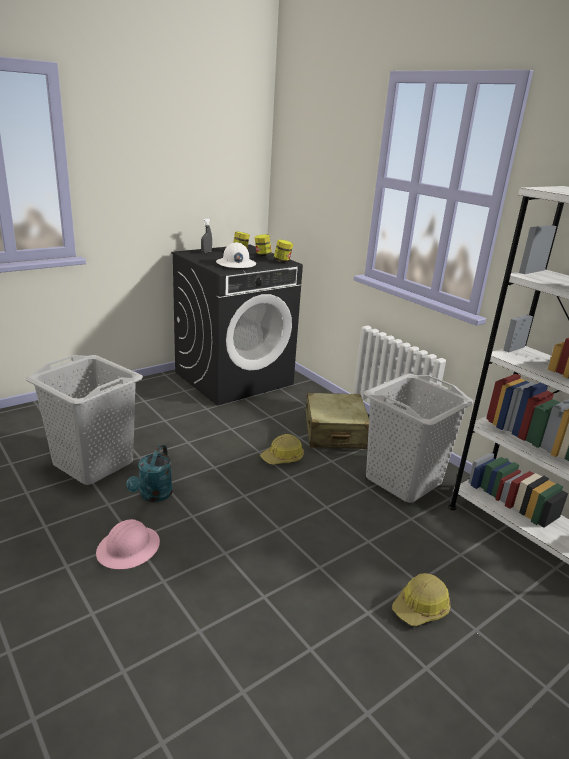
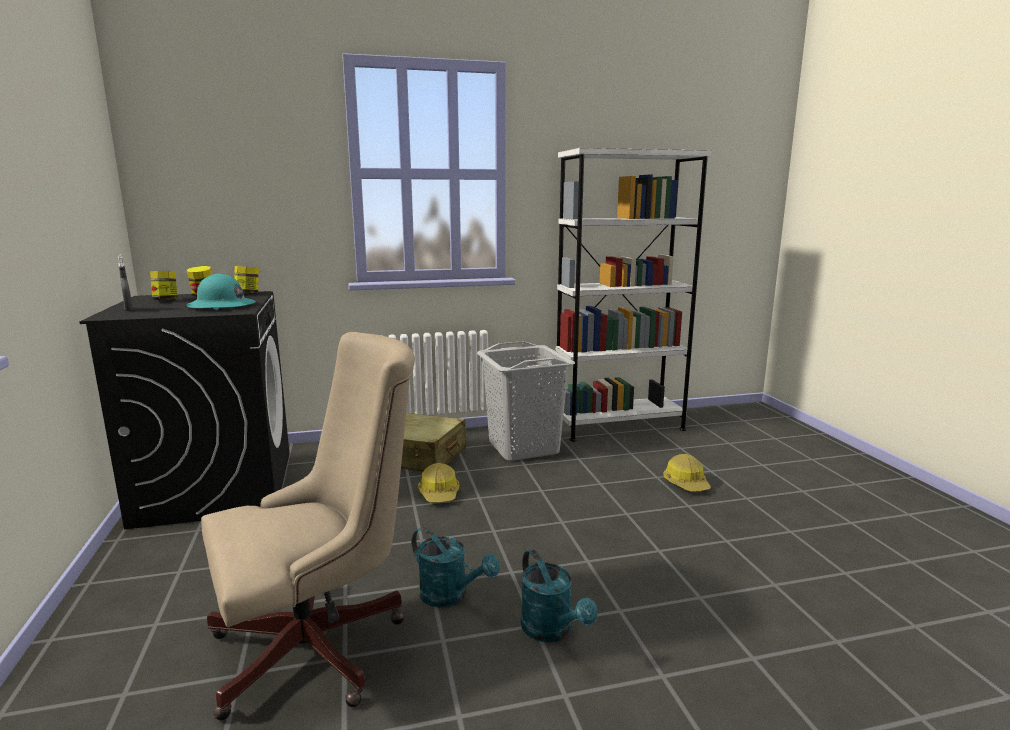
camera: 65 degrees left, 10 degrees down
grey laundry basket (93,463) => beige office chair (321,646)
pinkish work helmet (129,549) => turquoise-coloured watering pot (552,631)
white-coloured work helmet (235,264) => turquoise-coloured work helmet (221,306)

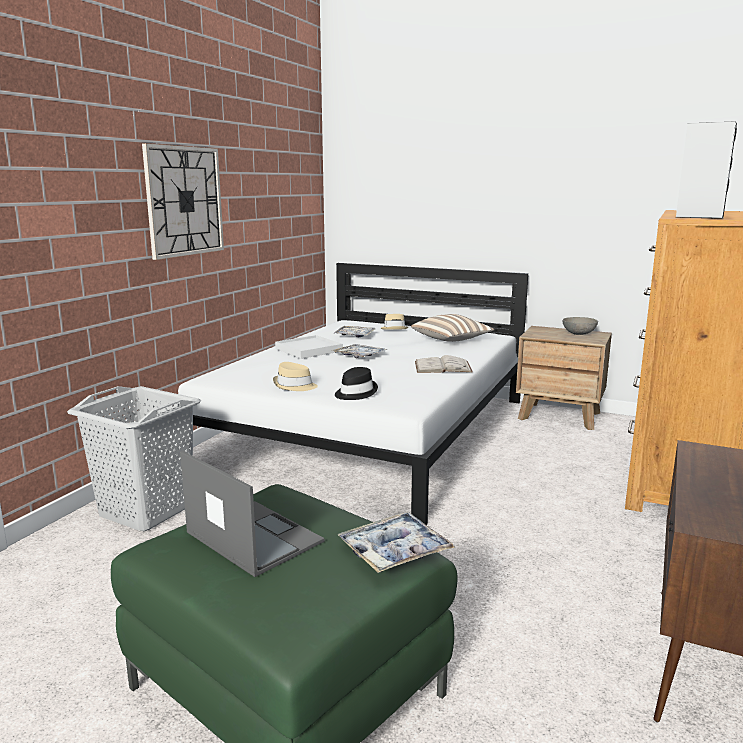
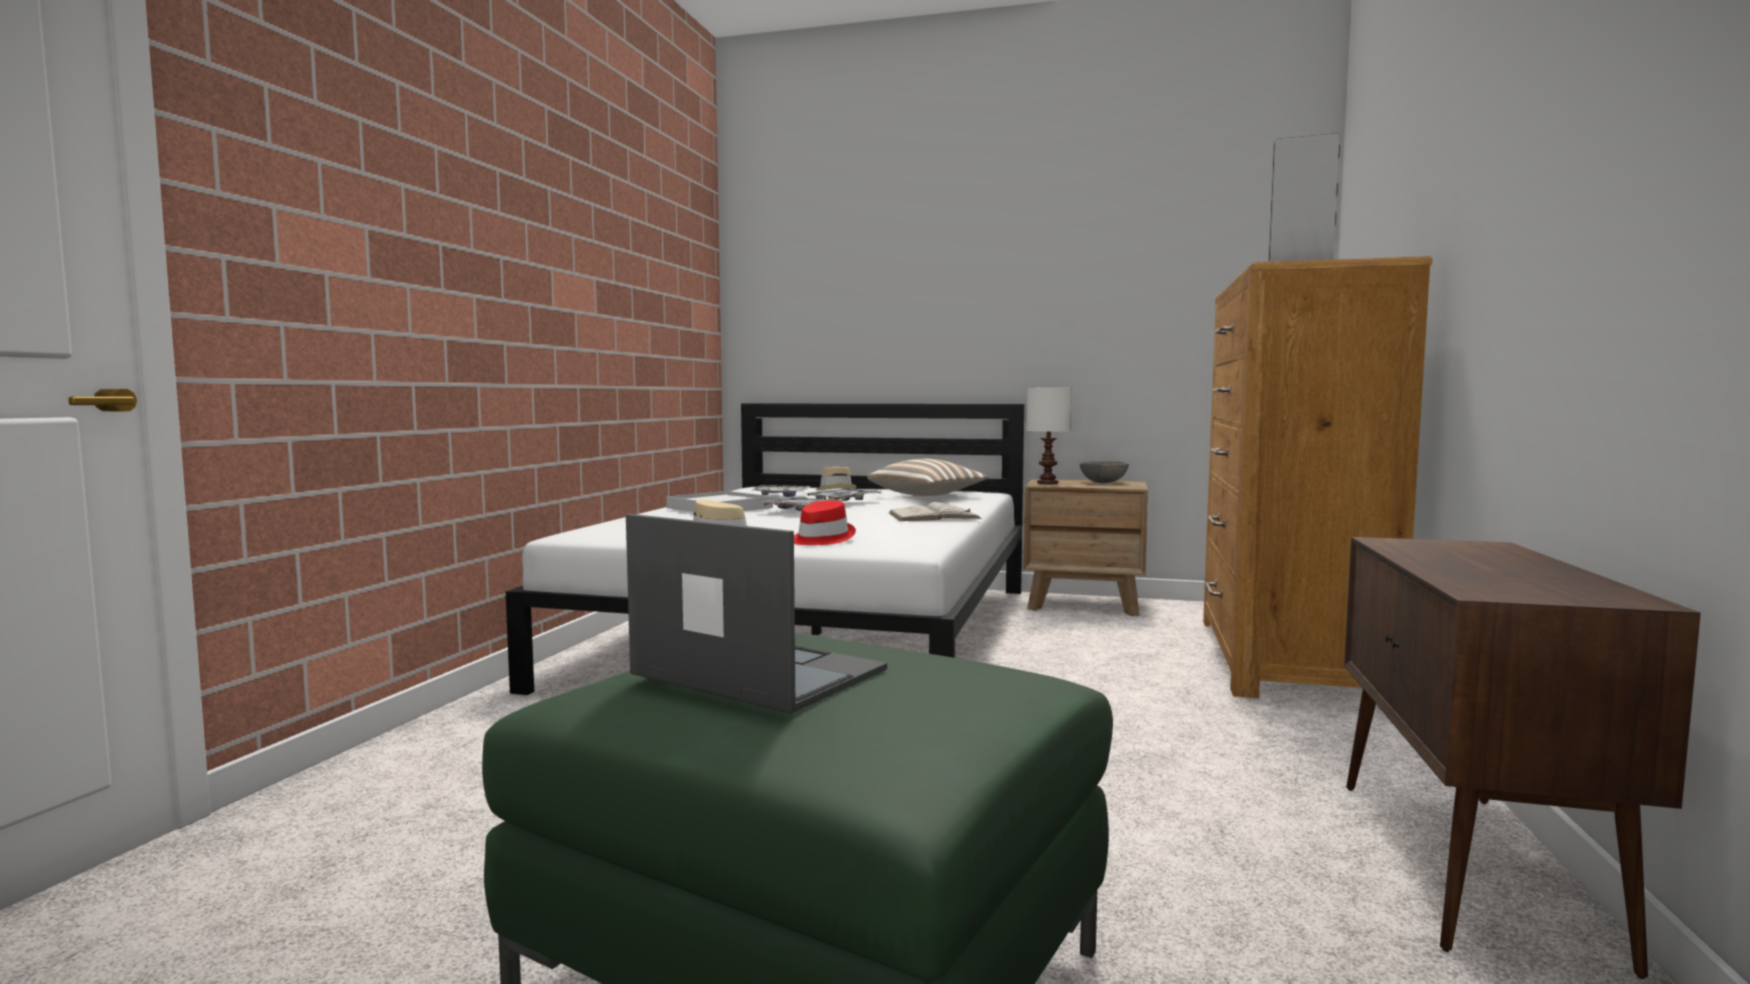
camera: 10 degrees left, 10 degrees down
grey laundry basket (146,510) => nothing
wall clock (184,201) => nothing
black clothing hat (355,393) => reddish clothing hat (820,539)
tray (394,551) => tray (843,501), shifted
nothing => white-coloured table lamp (1048,483)

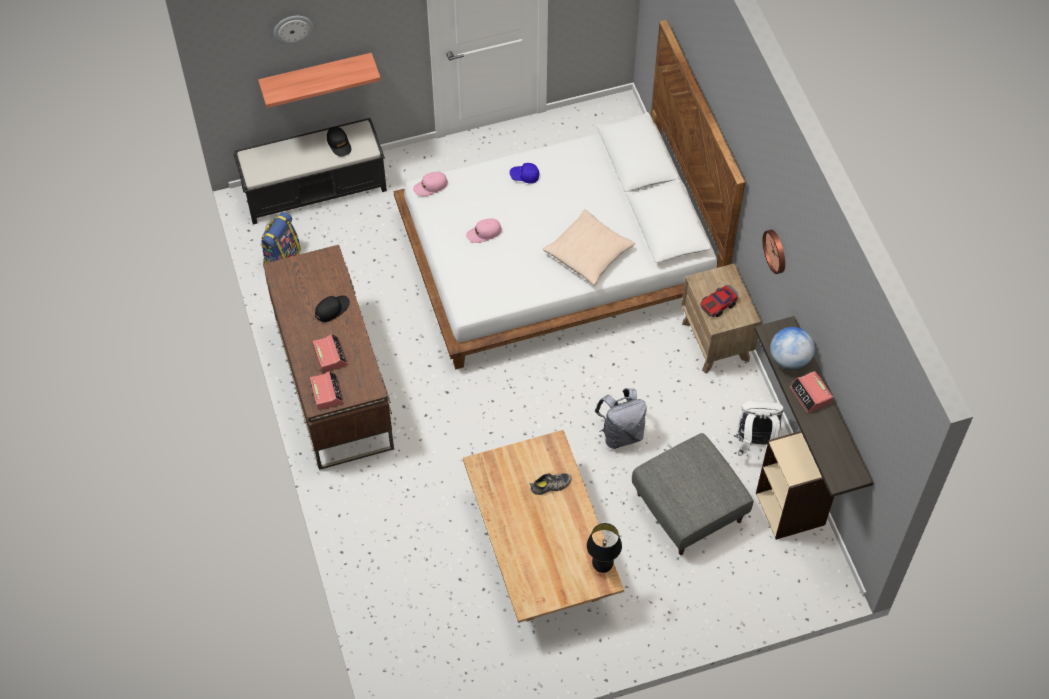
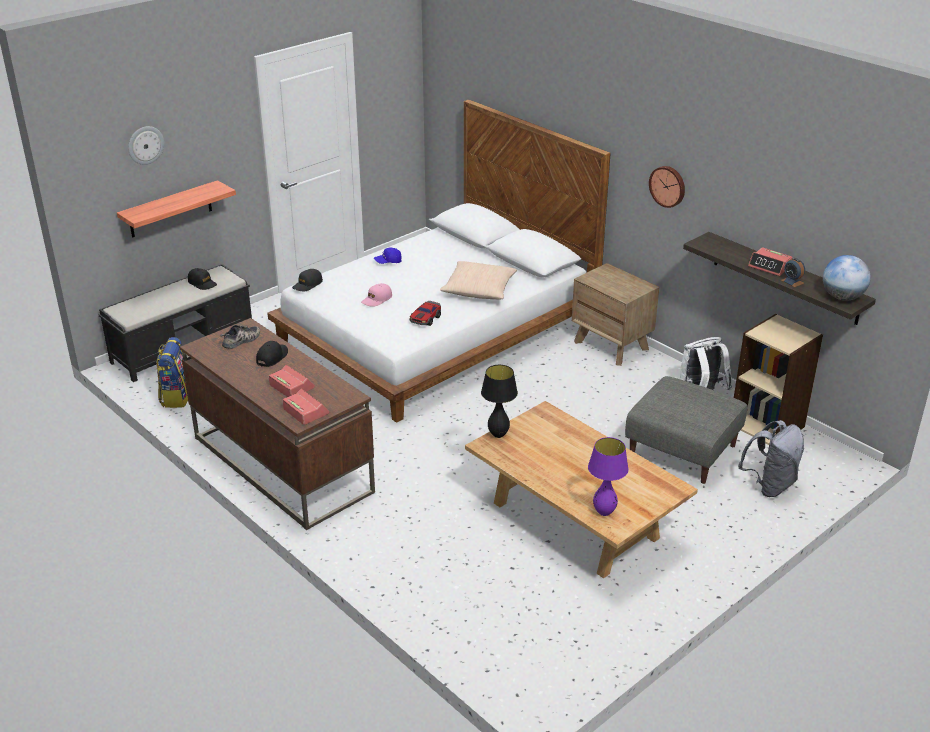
camera: 25 degrees left, 25 degrees down
pinkish baseball cap (430,186) => black baseball cap (307,284)
item of footwear (550,486) => item of footwear (242,341), shifted
black table lamp (602,567) => black table lamp (498,435), shifted
grey backpack (621,433) => grey backpack (769,485), shifted
toy car (718,304) => toy car (425,318), shifted
world globe (789,360) => world globe (842,297), shifted
nothing => purple-coloured table lamp (604,512)
nothing => bedside clock (792,281)

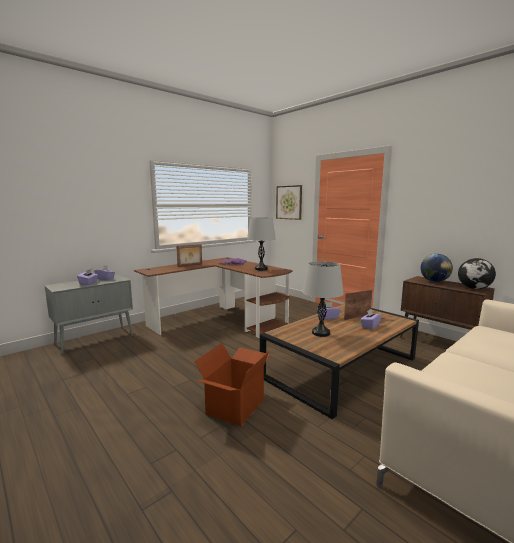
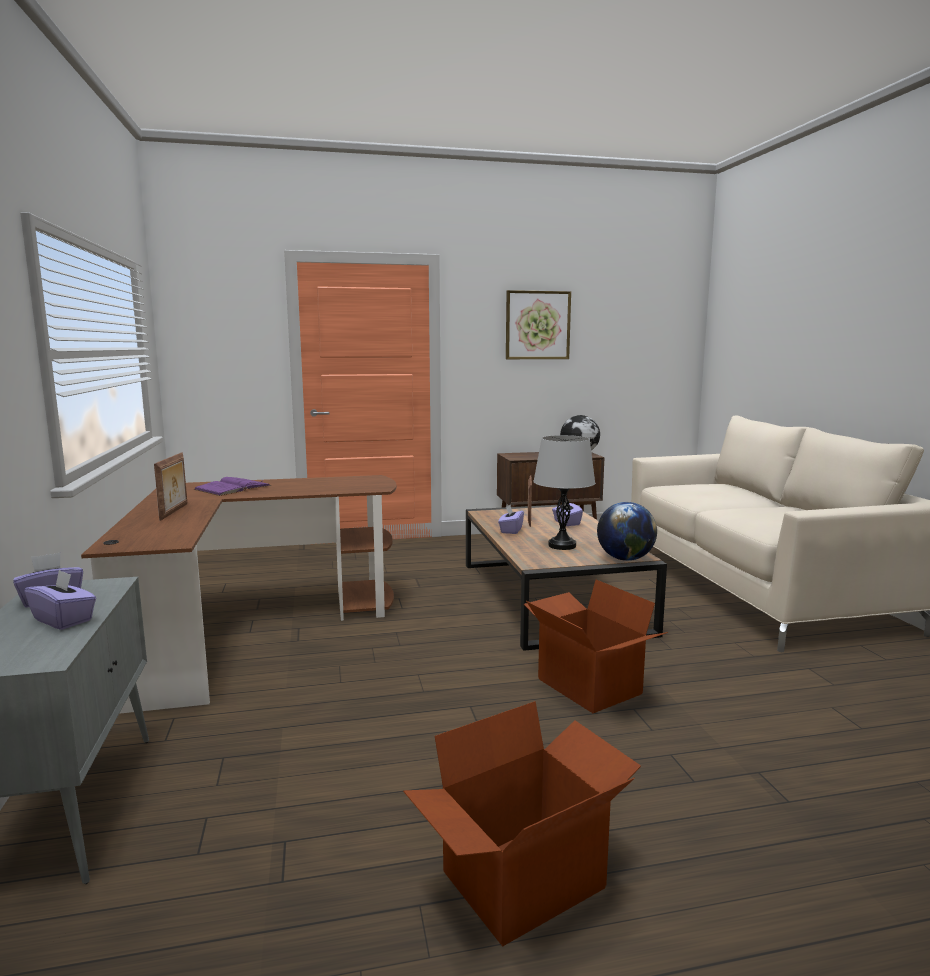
camera: 60 degrees left, 0 degrees up
grey table lamp (261,269) => nothing
wall picture (289,202) => wall picture (537,325), shifted
world globe (434,281) => world globe (625,559), shifted
nothing => packing box (525,882)

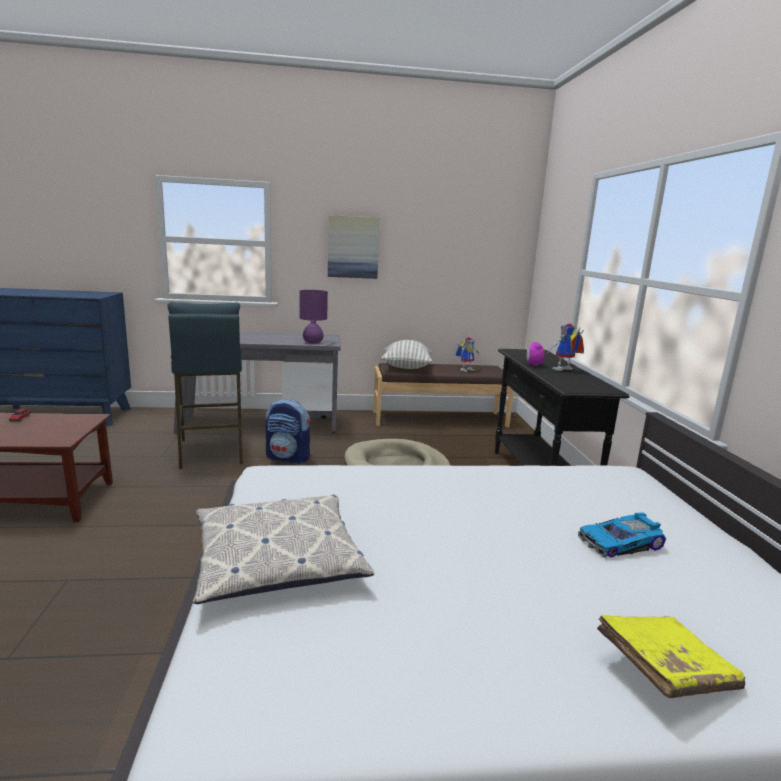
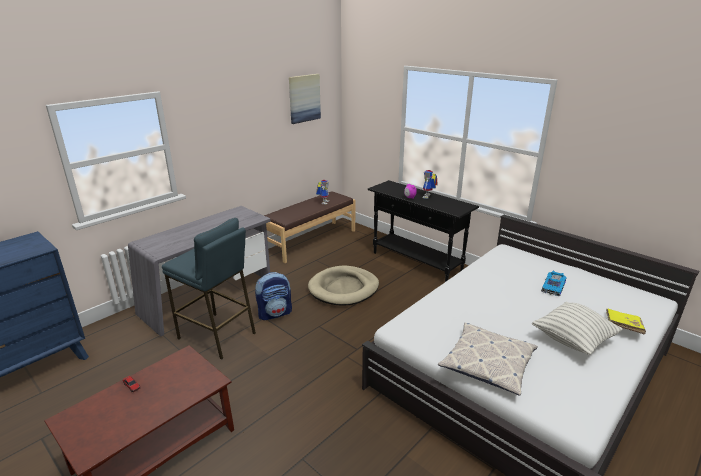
camera: 40 degrees left, 10 degrees up
purple-coloured table lamp (313,342) => nothing
wall picture (353,247) => wall picture (304,98), shifted
throw pillow (406,368) => throw pillow (573,340), shifted

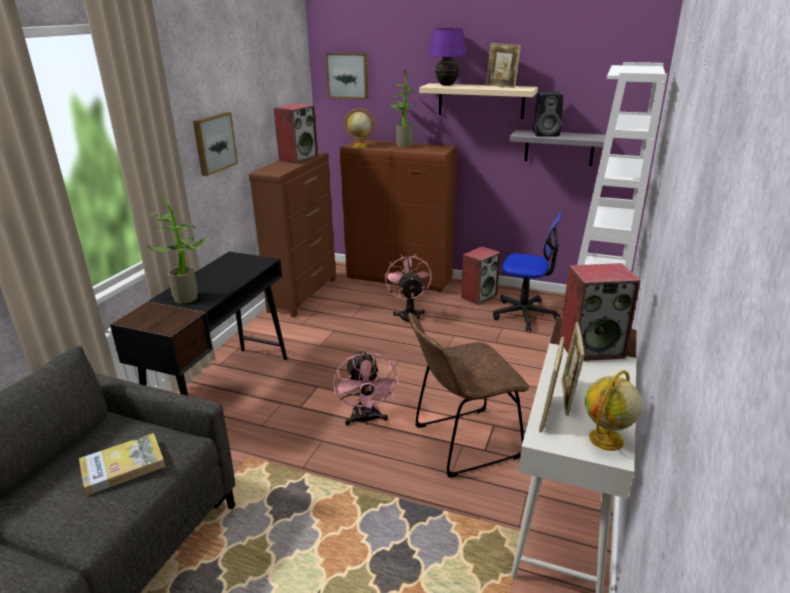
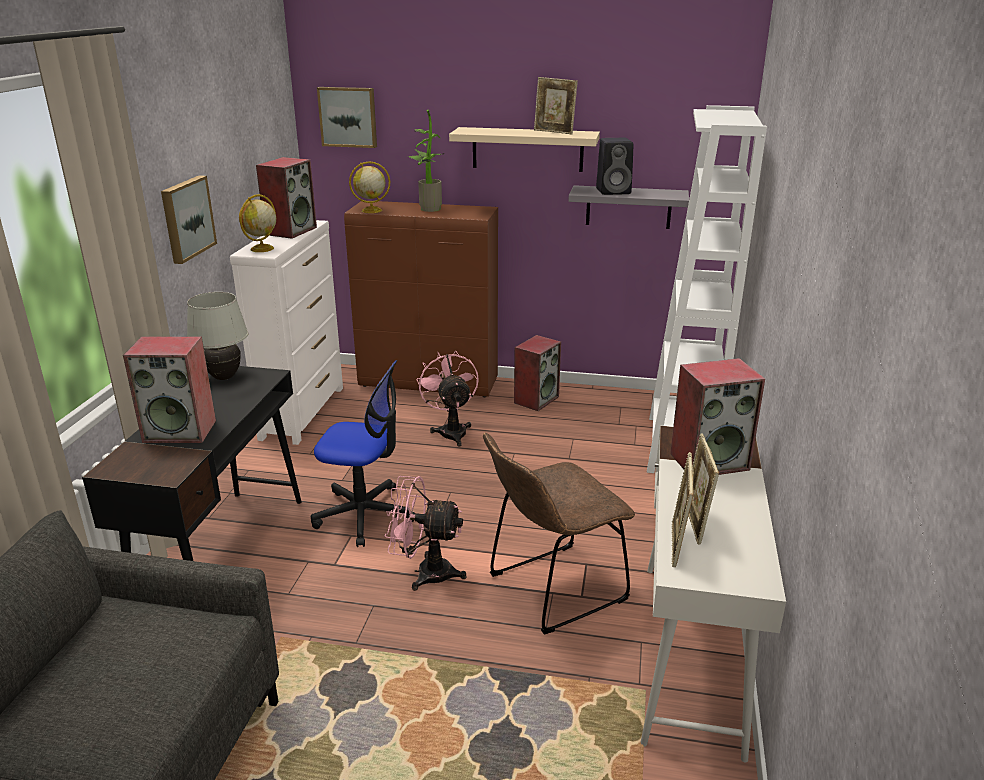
camera: 10 degrees left, 0 degrees up
book (123,466) => nothing
plant in a pot (188,296) => loudspeaker (181,431)
brown chest of drawers (303,294) => white-coloured chest of drawers (303,412)
pinkish fan (366,420) => pinkish fan (425,573), 120 degrees clockwise
purple-coloured table lamp (446,85) => nothing
office chair (525,314) => office chair (364,514), shifted
world globe (606,440) => world globe (261,249), shifted
nothing => white-coloured table lamp (224,377)

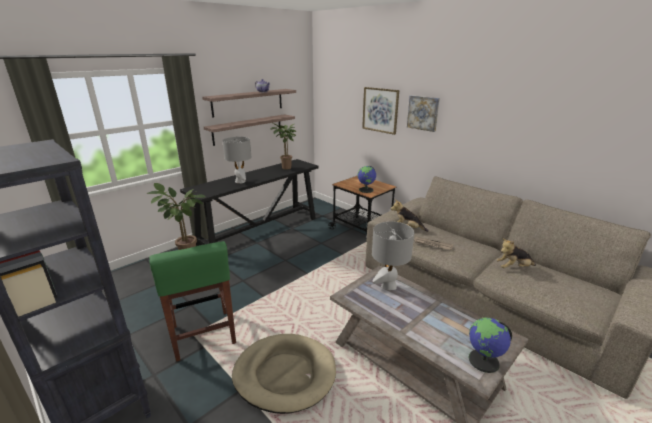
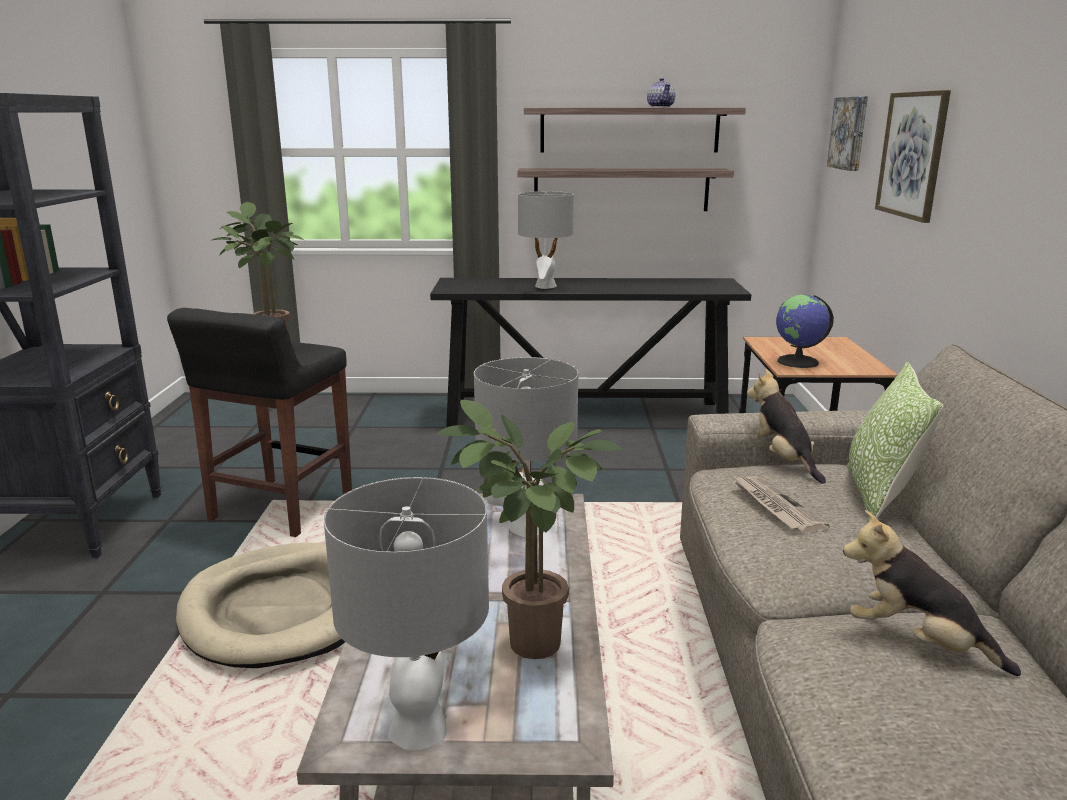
camera: 45 degrees right, 5 degrees down
green-coloured sitting stool (203,335) => black sitting stool (280,508)
plant in a pot (286,168) => plant in a pot (528,647), shifted
wall picture (423,113) => wall picture (850,133), shifted
world globe (484,361) => grey table lamp (419,727)
nothing => throw pillow (879,496)

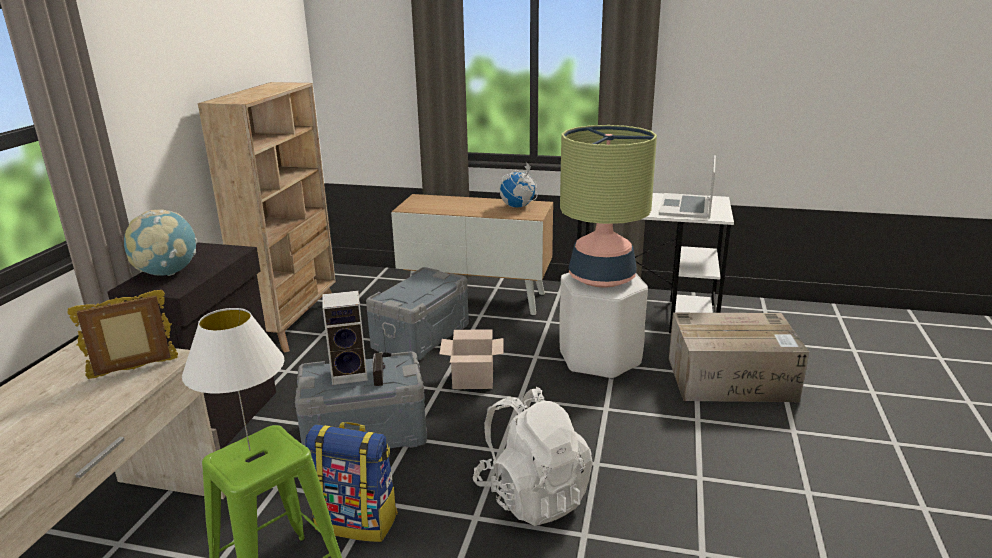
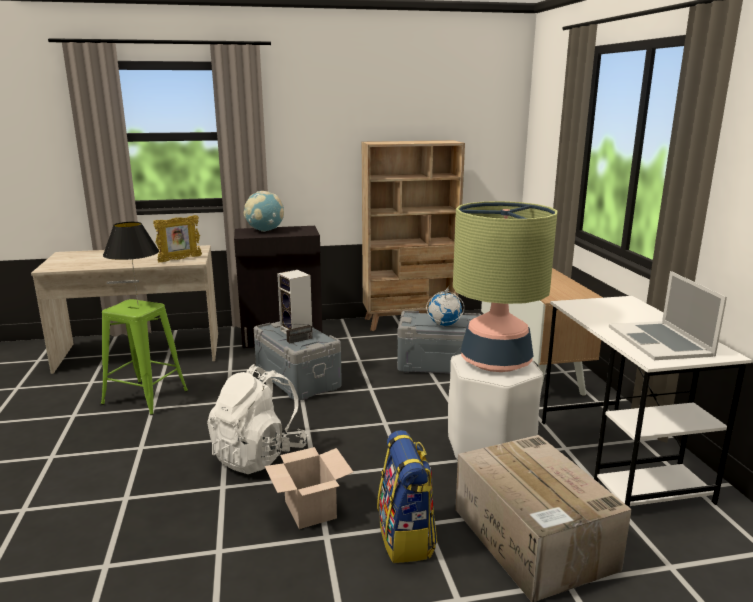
camera: 65 degrees right, 5 degrees down
picture frame (134,370) => picture frame (180,259), 105 degrees clockwise
white-coloured table lamp (250,450) => black table lamp (138,305)
backpack (358,521) => backpack (406,538), shifted
packing box (472,380) => packing box (309,509), shifted
world globe (518,206) => world globe (444,325), shifted
laptop (686,206) => laptop (660,341), 90 degrees counterclockwise

